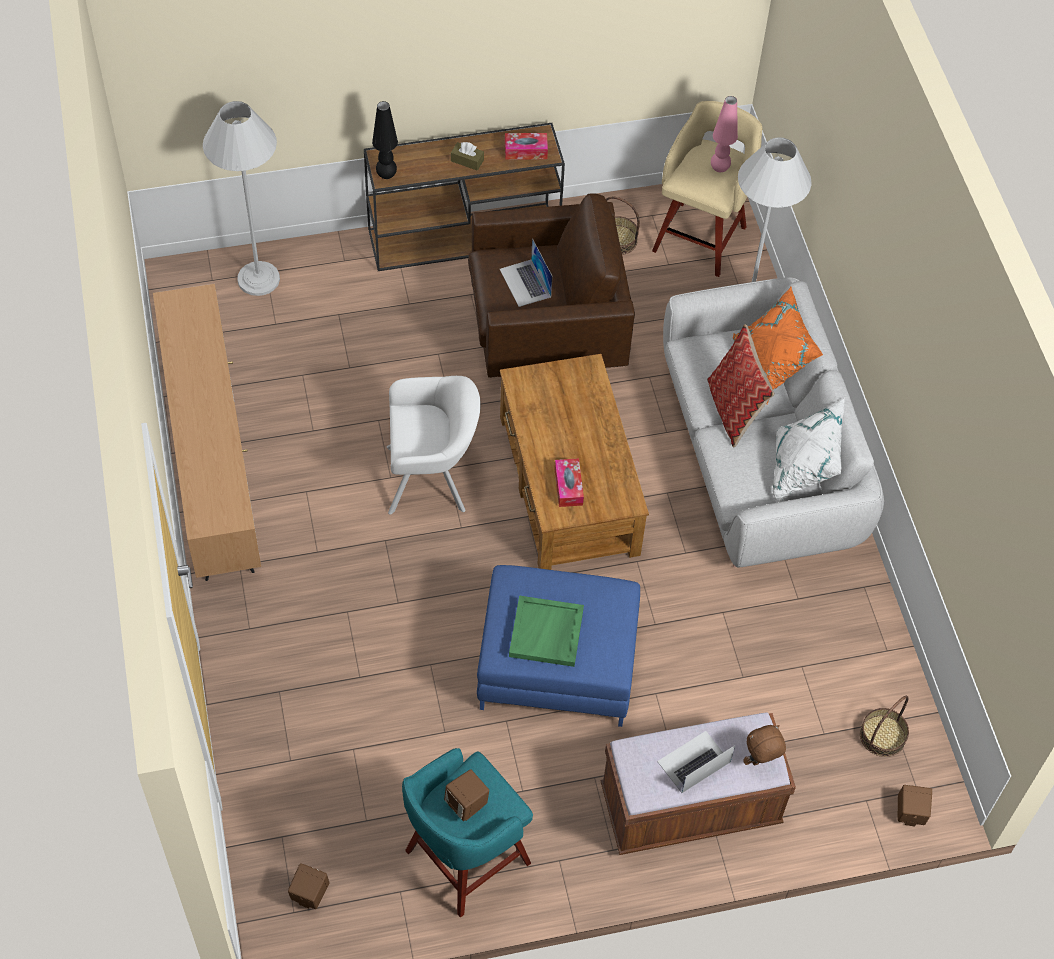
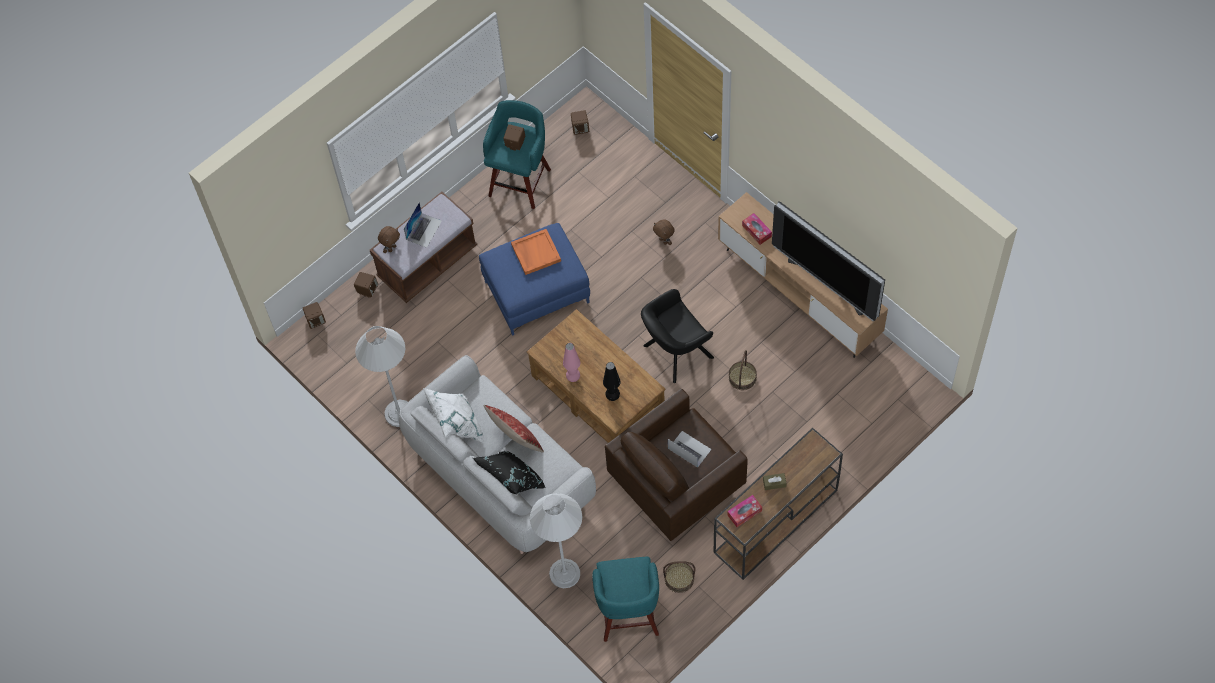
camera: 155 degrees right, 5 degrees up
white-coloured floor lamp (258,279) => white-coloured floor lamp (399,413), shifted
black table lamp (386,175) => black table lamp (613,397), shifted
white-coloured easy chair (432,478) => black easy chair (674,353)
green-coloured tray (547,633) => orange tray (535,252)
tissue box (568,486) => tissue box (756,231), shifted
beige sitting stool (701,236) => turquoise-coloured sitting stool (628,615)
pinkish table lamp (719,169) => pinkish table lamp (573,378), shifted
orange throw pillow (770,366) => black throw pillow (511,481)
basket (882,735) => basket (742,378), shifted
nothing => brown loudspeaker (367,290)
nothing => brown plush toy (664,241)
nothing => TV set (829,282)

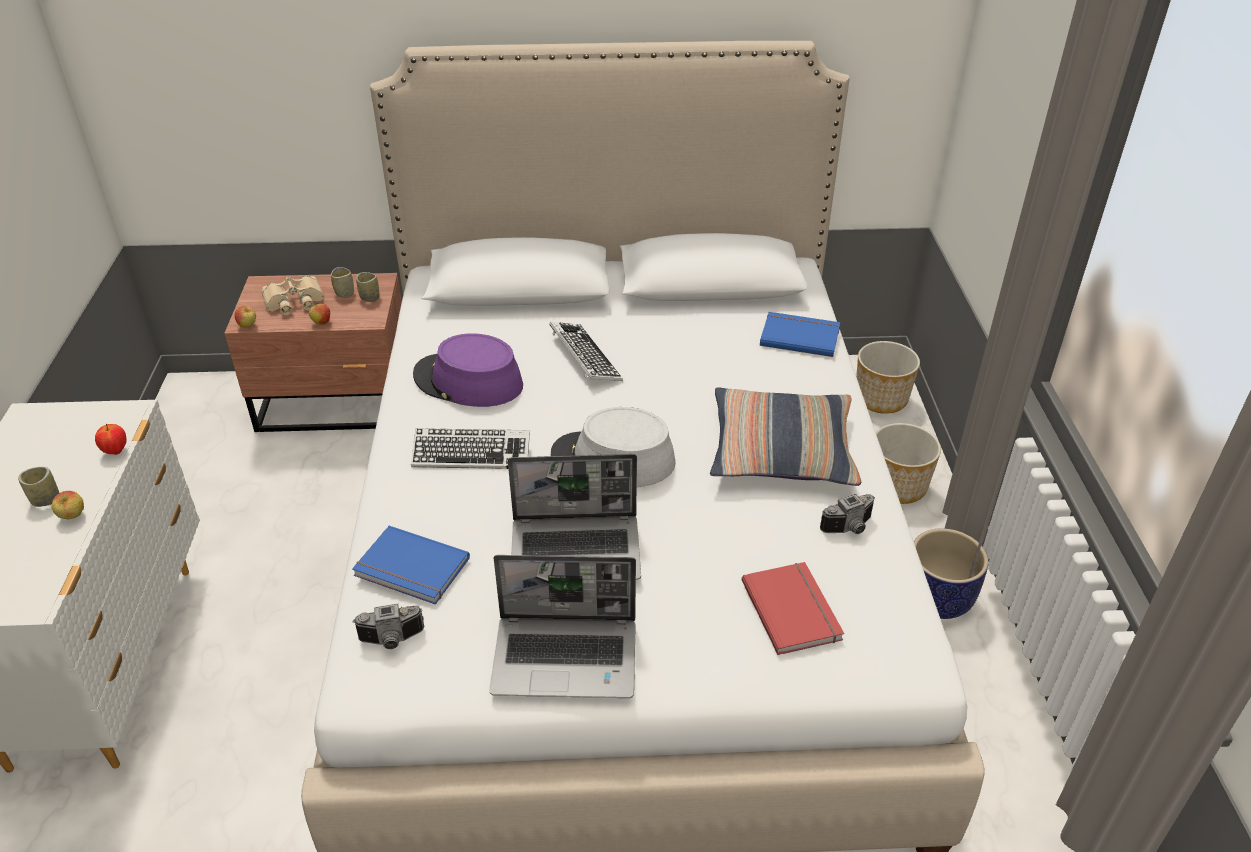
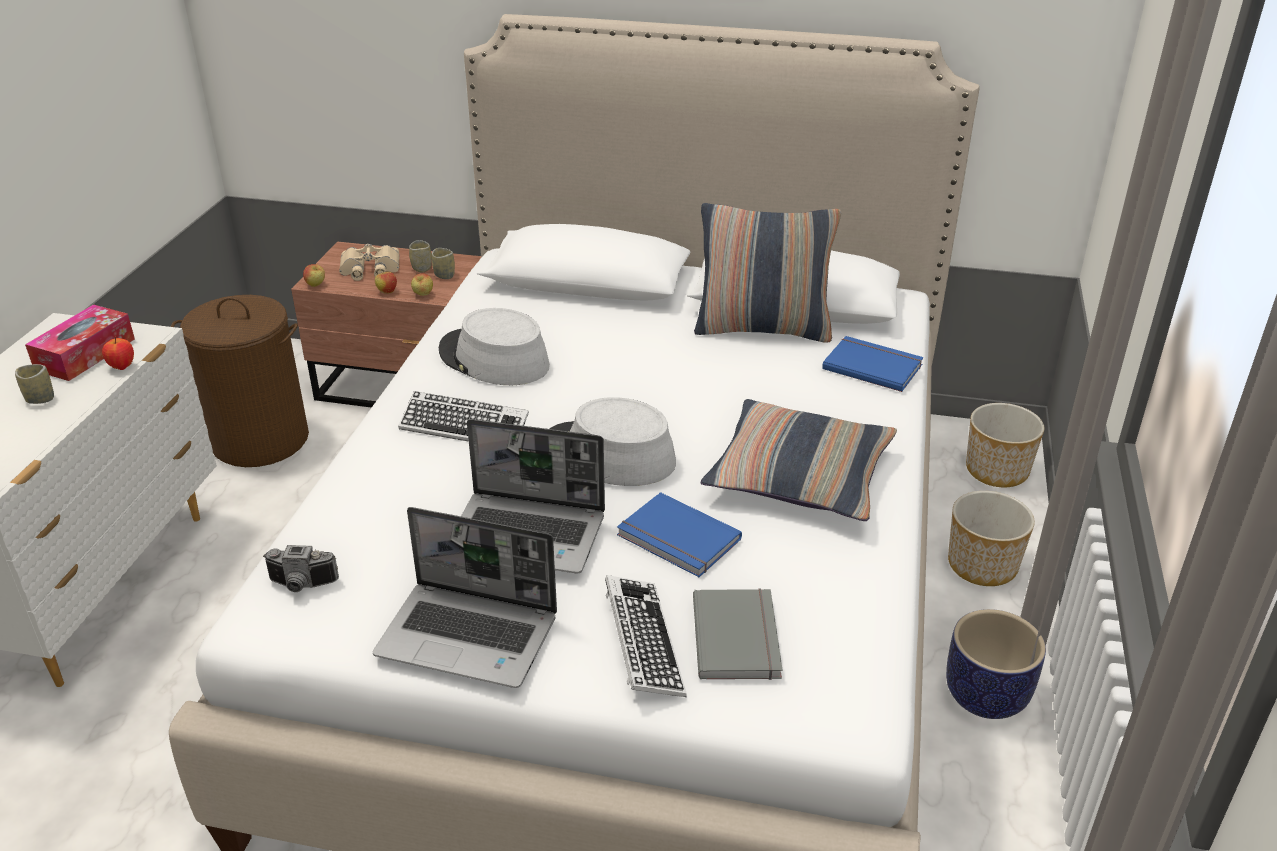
camera: 15 degrees right, 5 degrees down
apple (73,516) => apple (423,295), shifted
bluish book (411,569) => bluish book (677,539), shifted
purple-coloured clothing hat (468,381) => grey clothing hat (493,359)
computer keyboard (584,357) => computer keyboard (642,643), shifted
reddish book (793,609) => grey book (739,637)
photo camera (850,528) => nothing
nothing => tissue box (85,354)
nothing => brown laundry basket (259,440)
nothing => throw pillow (763,328)

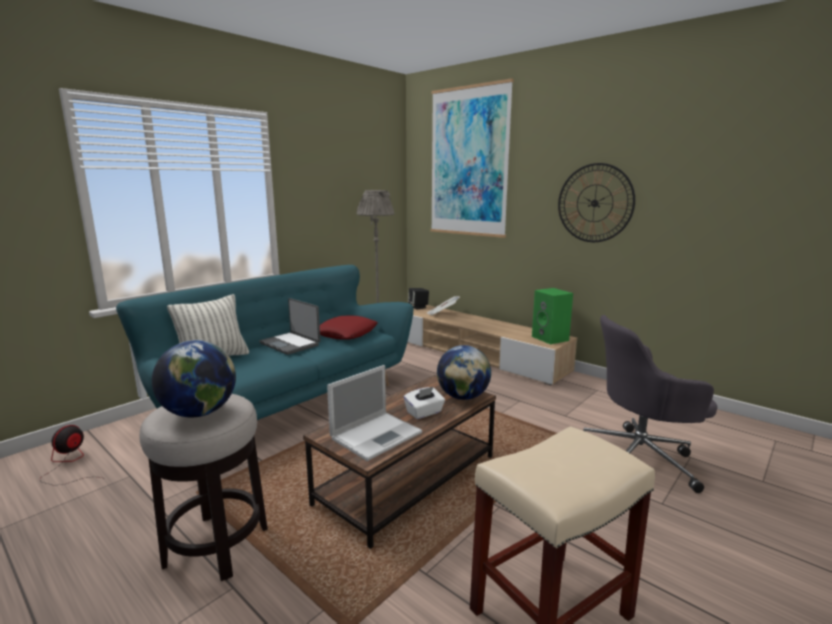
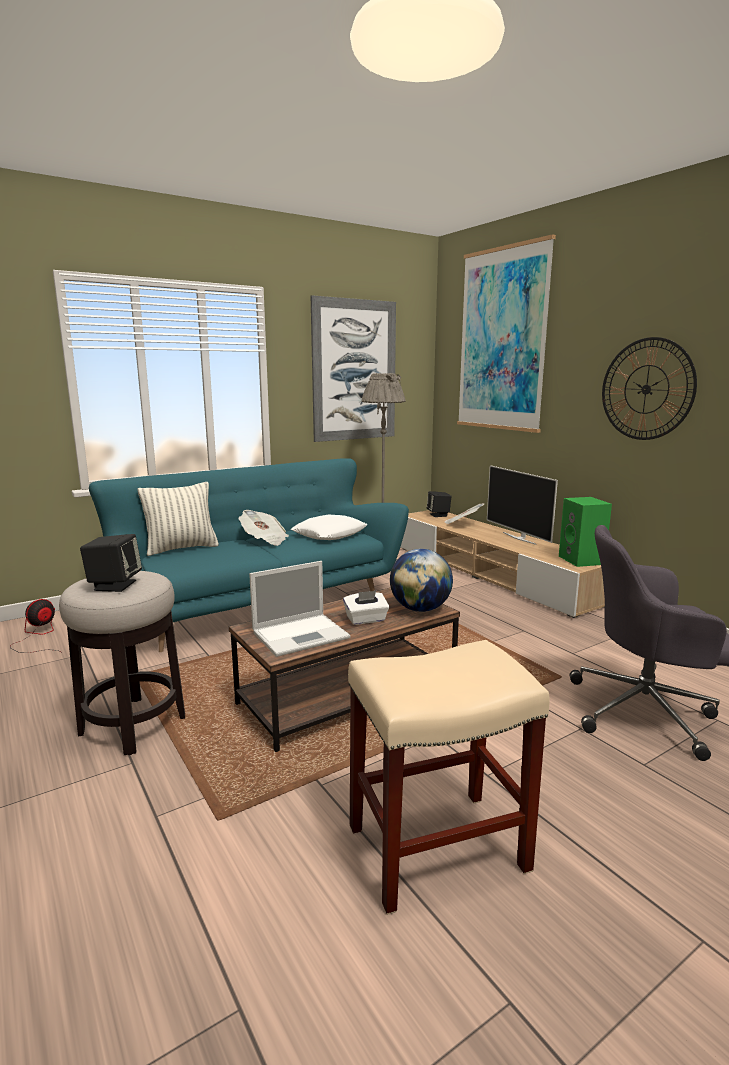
camera: 15 degrees right, 0 degrees up
world globe (199,413) => black loudspeaker (114,585)
laptop (291,344) => printed paper (264,540)
reddish throw pillow (346,333) => white-coloured throw pillow (330,534)
nothing => wall picture (354,370)
nothing => TV set (519,538)

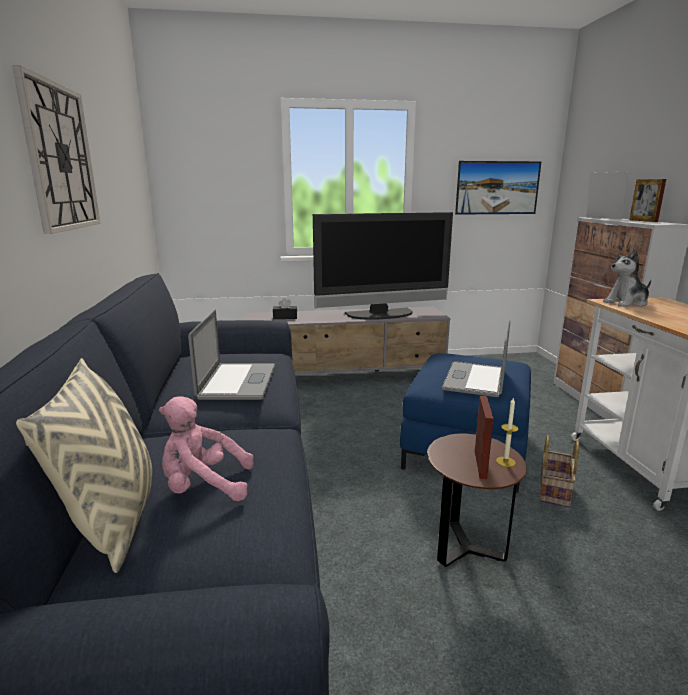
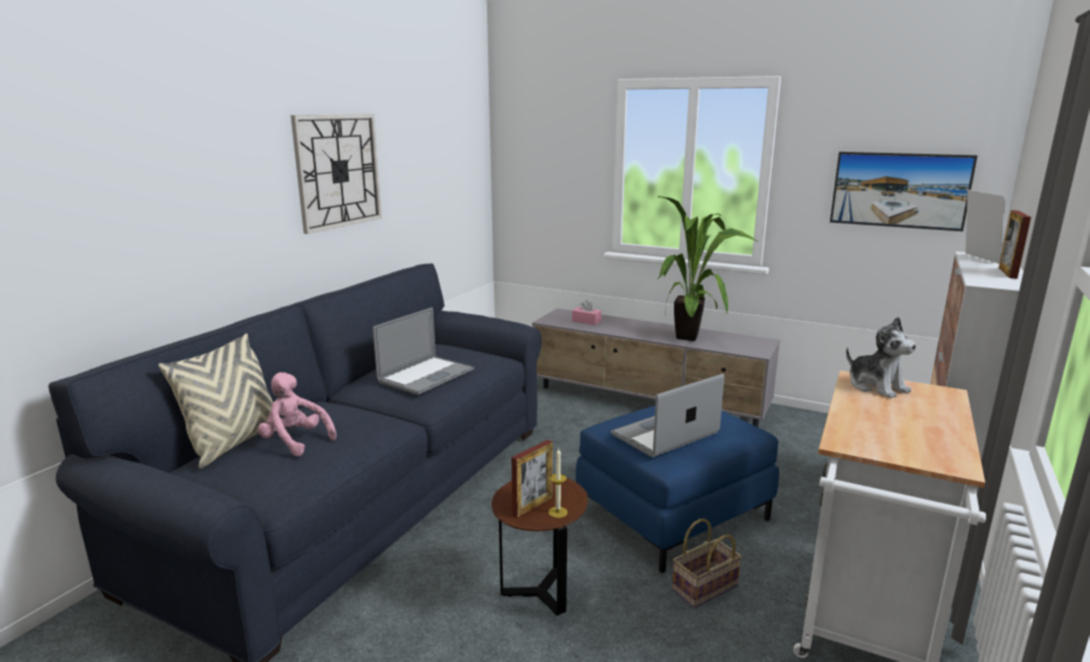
camera: 35 degrees right, 0 degrees up
black tissue box (285,317) => pinkish tissue box (586,321)
TV set (381,314) => plant in a pot (692,338)
plush toy (626,303) => plush toy (876,386), 135 degrees counterclockwise

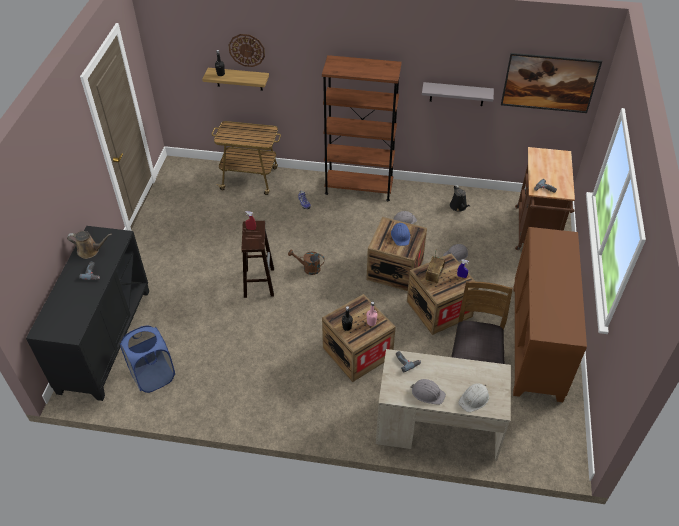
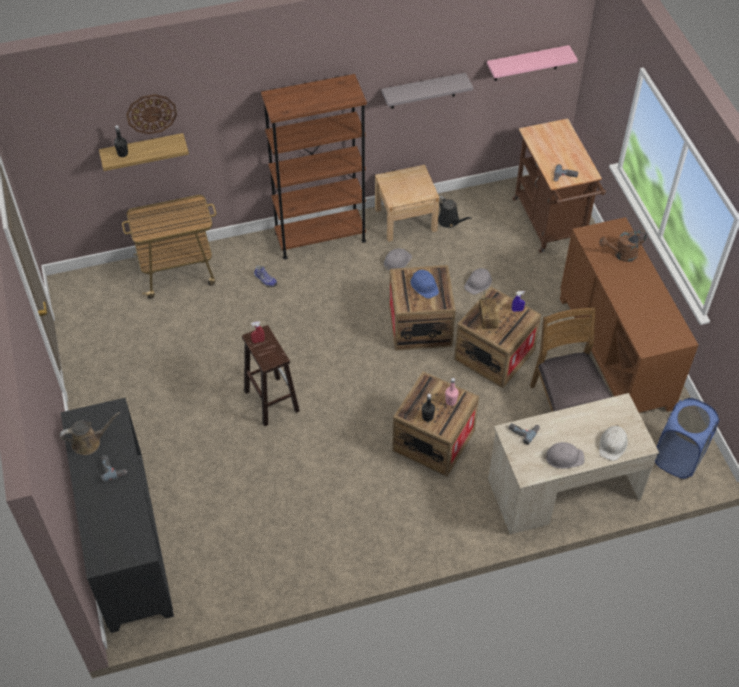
camera: 25 degrees left, 5 degrees up
bluish laundry basket (153,376) => bluish laundry basket (678,457), shifted
brown watering pot (308,268) => brown watering pot (621,255), shifted
wall picture (546,95) => pinkish bracket shelf (526,63)
nothing => beige nightstand (405,219)

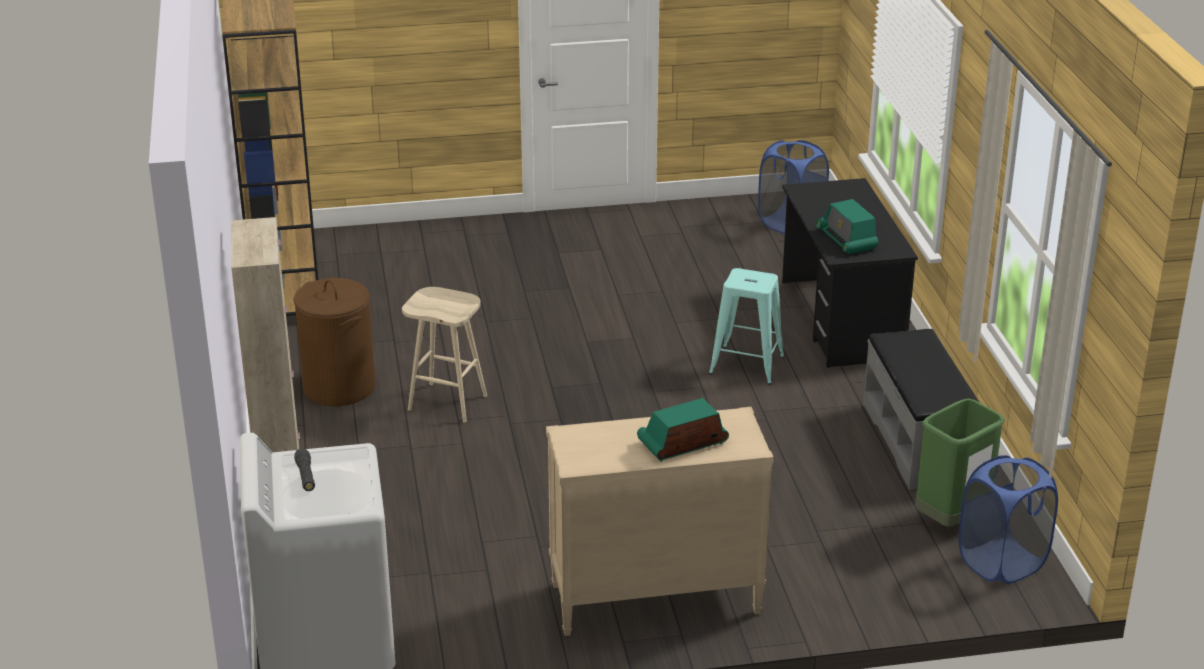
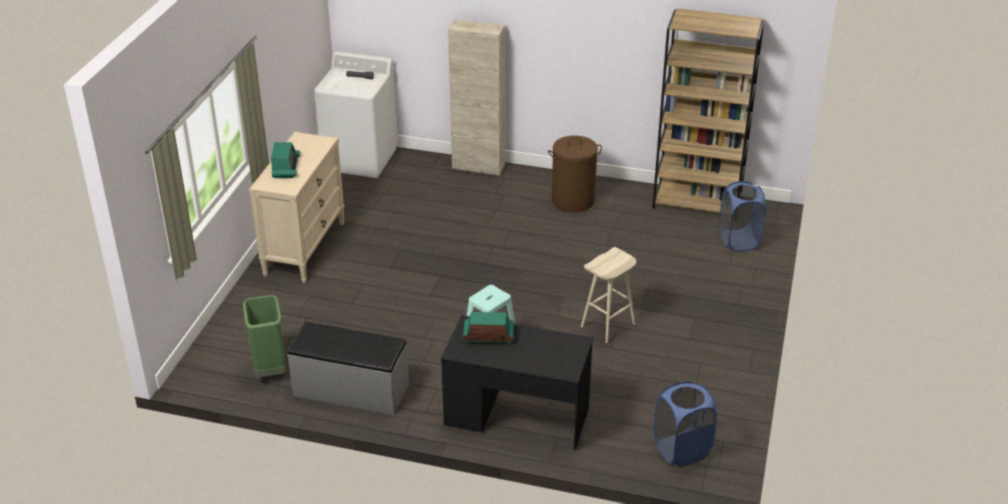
camera: 115 degrees right, 5 degrees up
beige sitting stool (449,402) => beige sitting stool (608,326), shifted
bluish laundry basket (1001,563) => bluish laundry basket (738,240), shifted

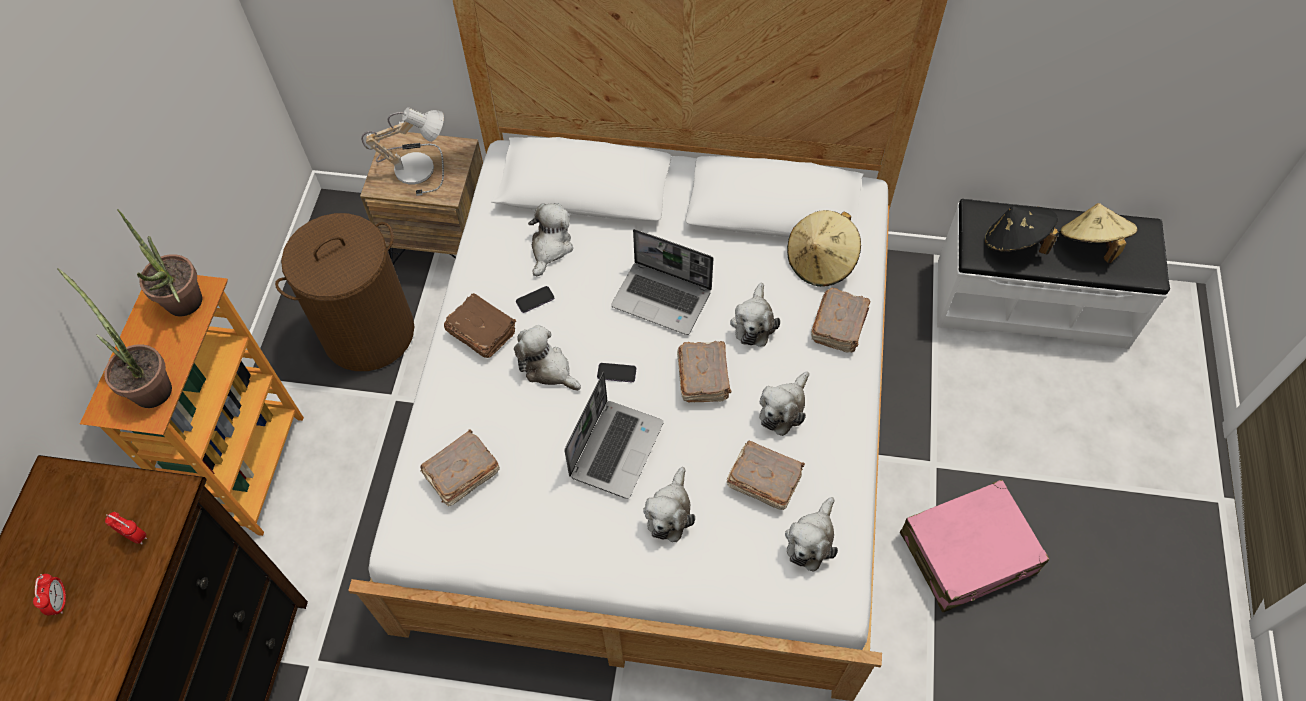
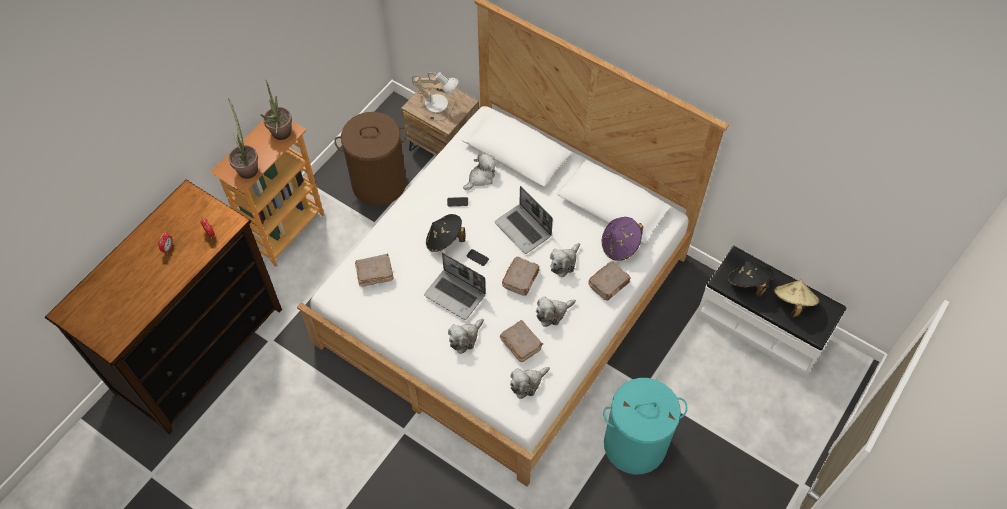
camera: 25 degrees right, 0 degrees up
brown book (481,331) => nothing
plush toy (547,368) => black clothing hat (444,240)
laptop (616,448) => laptop (456,295), 75 degrees clockwise
beige clothing hat (821,262) => purple-coloured clothing hat (620,246)
pinkish suitcase (967,553) => turquoise-coloured laundry basket (635,444)

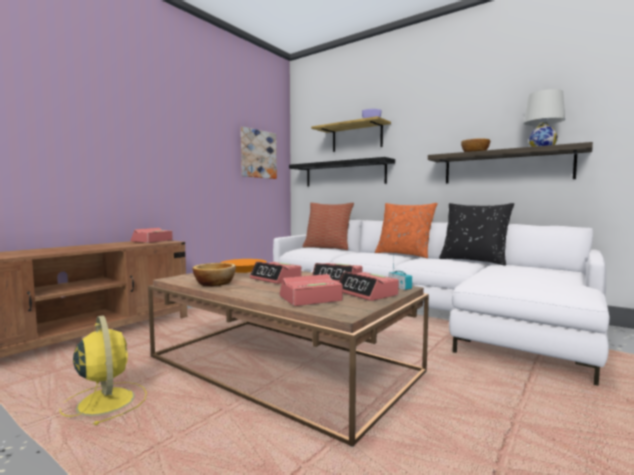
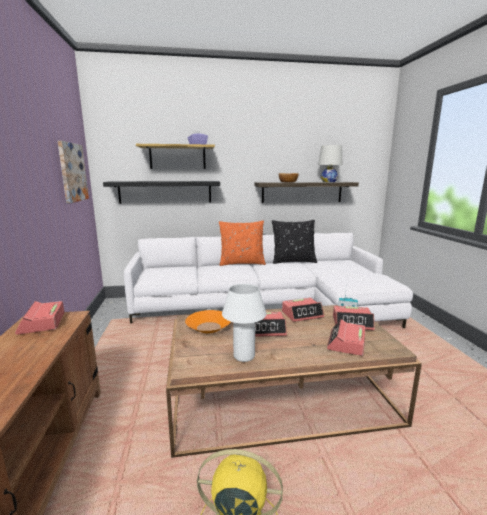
camera: 45 degrees left, 10 degrees up
serving bowl (215,283) => white-coloured table lamp (244,356)
throw pillow (327,248) => nothing

